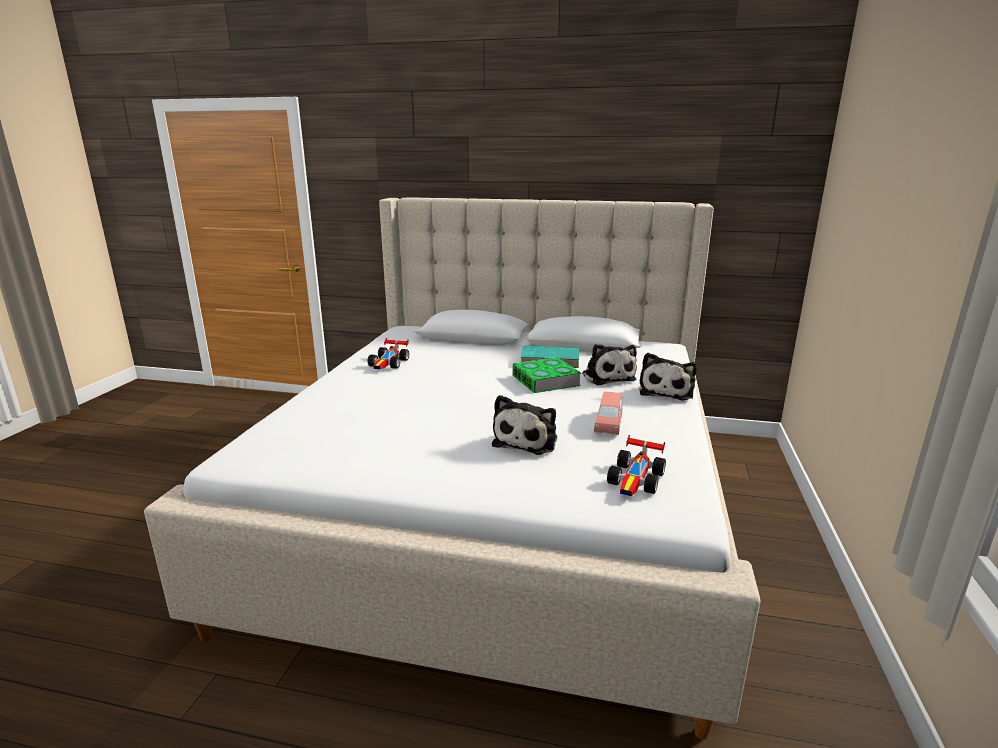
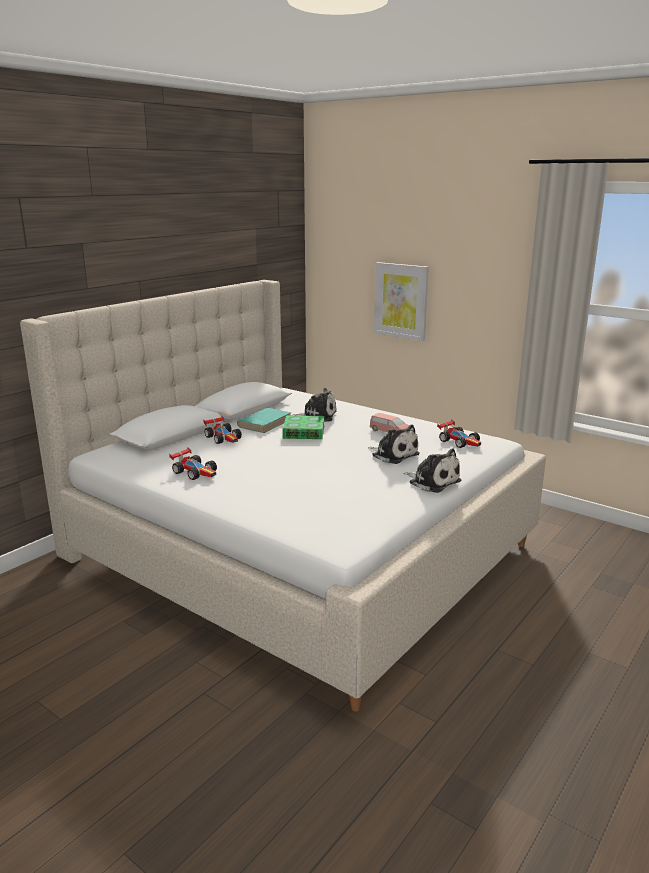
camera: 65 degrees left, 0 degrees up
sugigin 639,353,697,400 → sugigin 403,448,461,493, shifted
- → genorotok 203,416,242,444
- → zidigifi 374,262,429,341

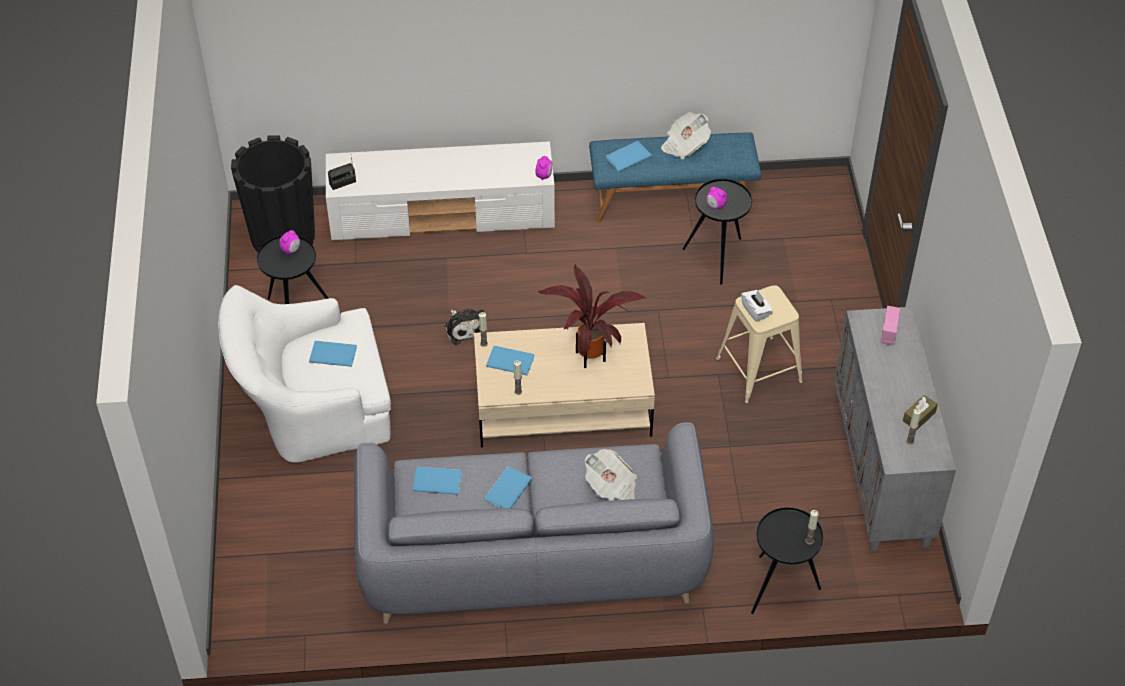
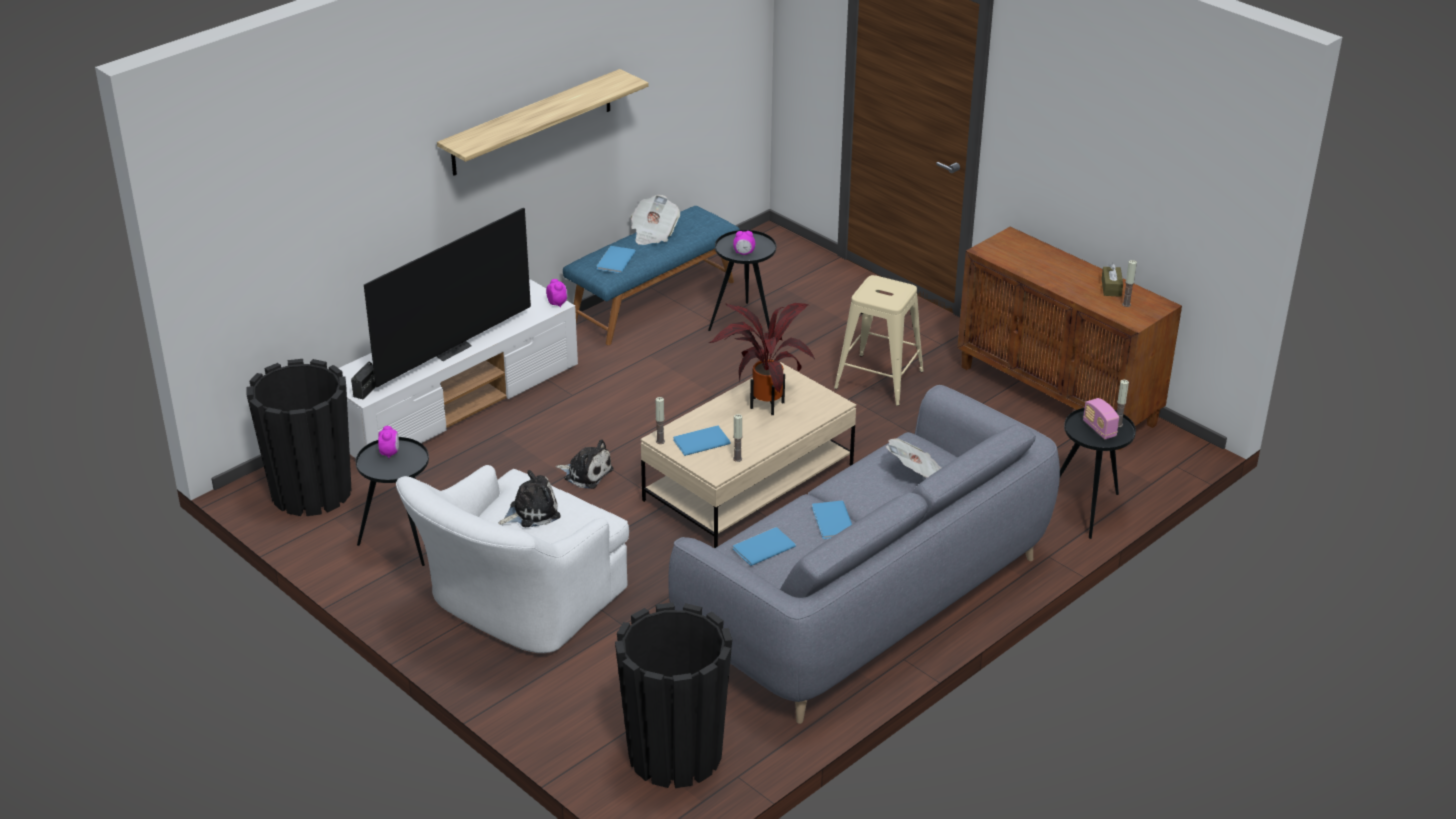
camera: 40 degrees left, 15 degrees down
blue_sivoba 309,341,357,367 → sugigin 498,470,561,527
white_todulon 741,290,773,322 → -
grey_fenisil 834,307,956,551 → brown_fenisil 957,227,1182,450
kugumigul 881,306,901,345 → kugumigul 1083,398,1119,439, shifted
- → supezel 364,207,531,387
- → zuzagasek 437,69,649,176
- → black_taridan 615,603,732,788

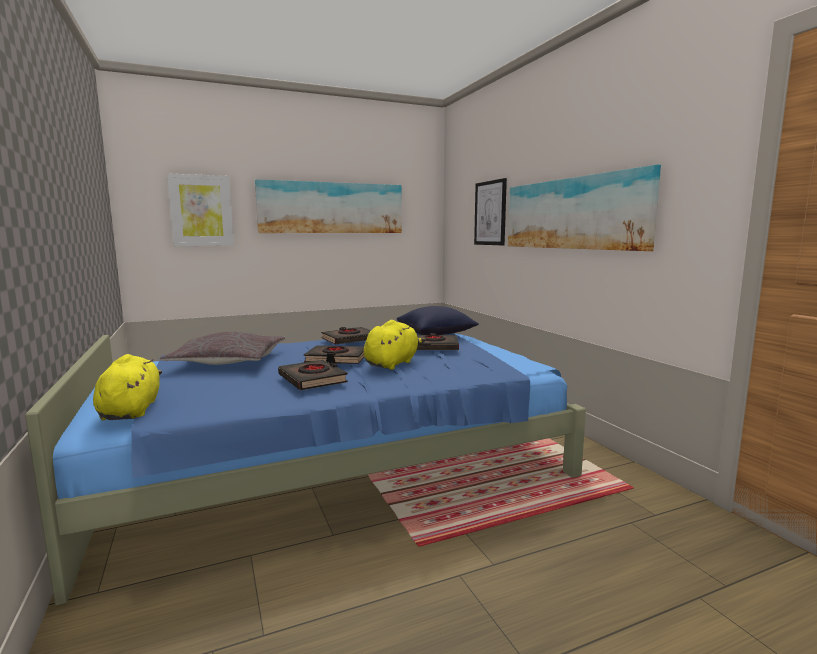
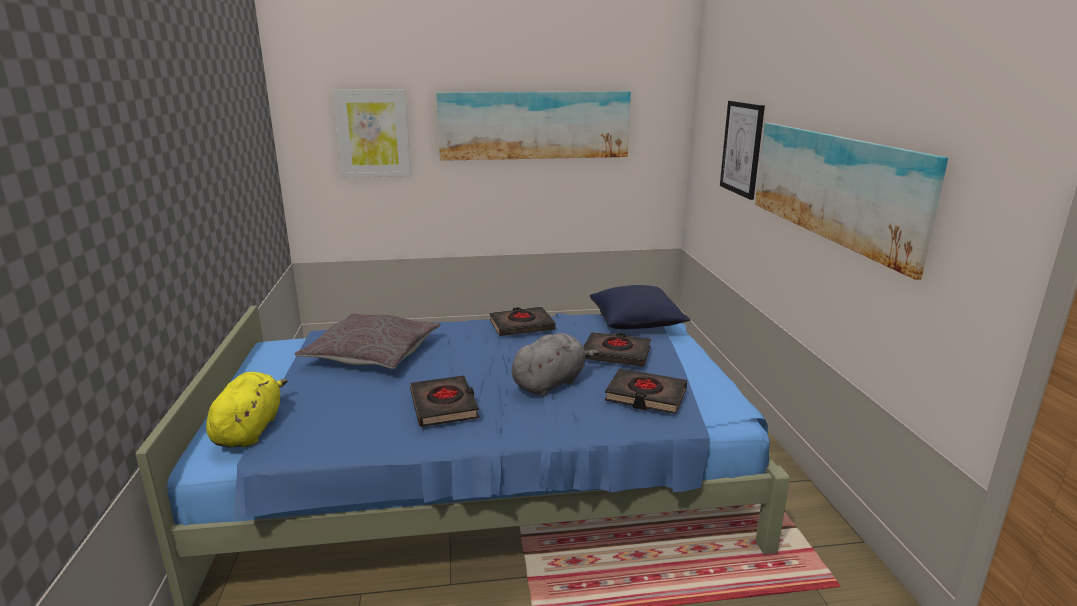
camera: 15 degrees right, 10 degrees up
black_sivoba 304,345,364,364 → black_sivoba 605,368,687,414, shifted
yellow_sugigin 364,320,426,370 → grey_sugigin 512,333,599,397

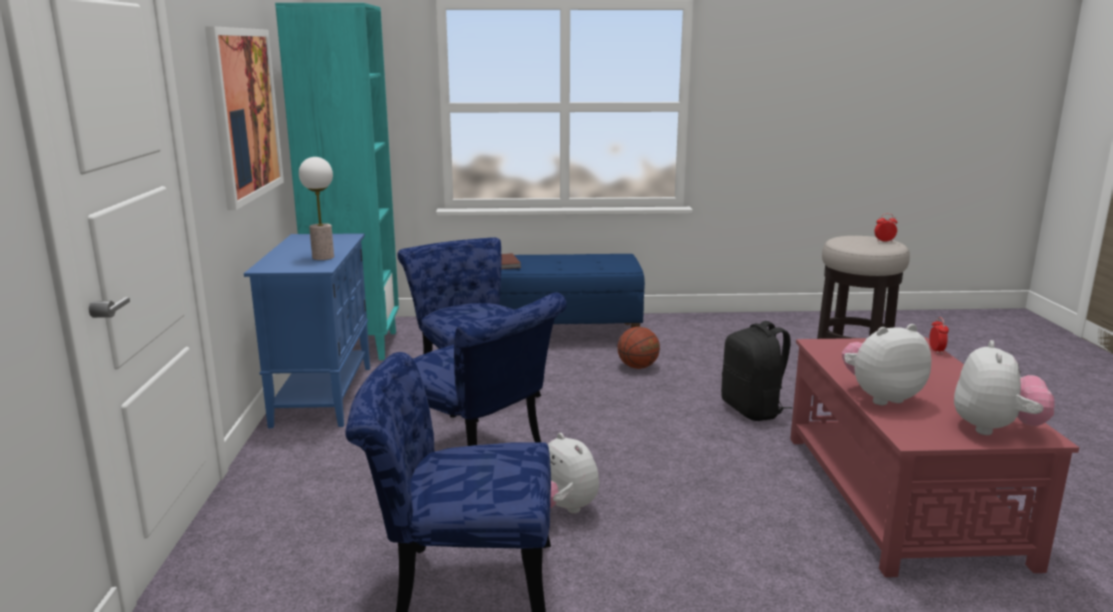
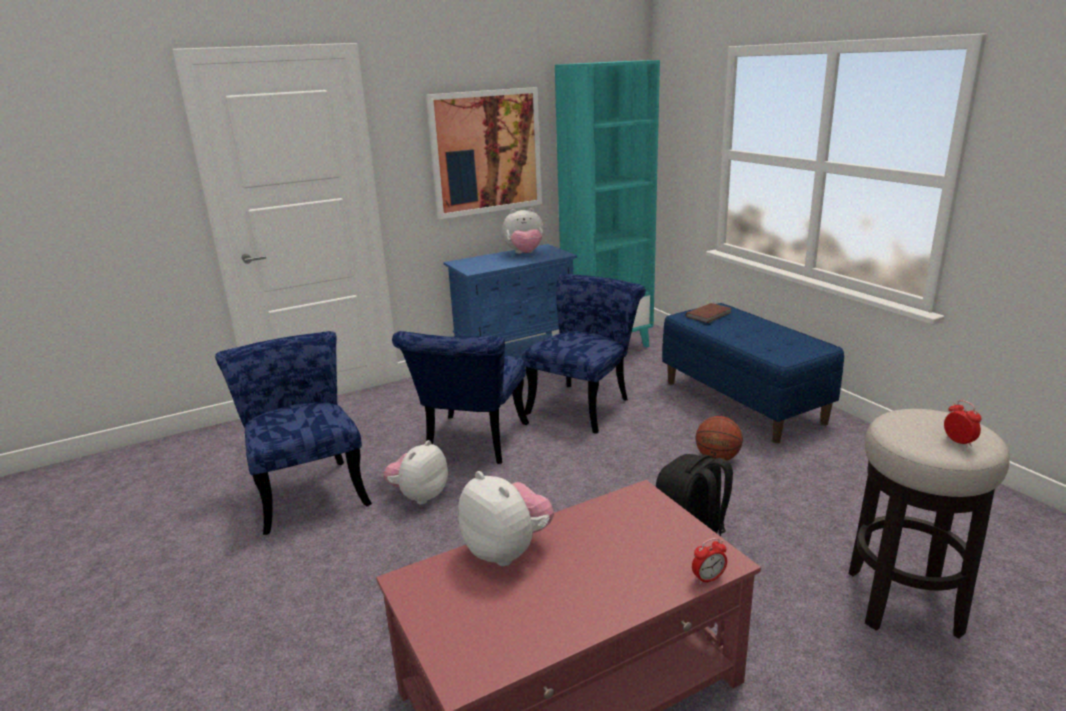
camera: 65 degrees right, 5 degrees up
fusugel 299,157,334,260 → -
sugigin 954,340,1055,435 → sugigin 502,208,544,254, shifted

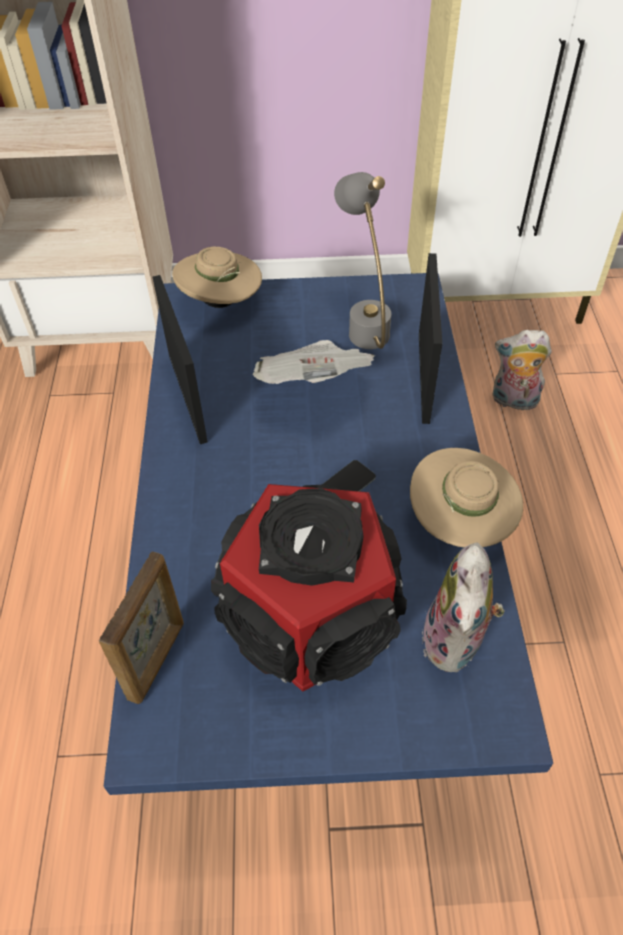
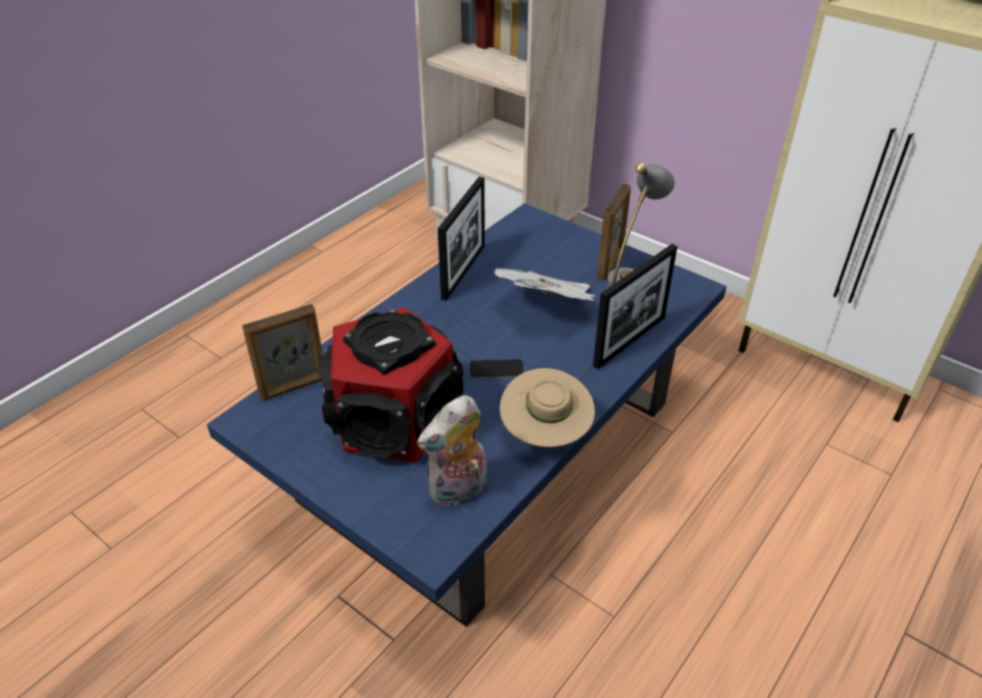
camera: 40 degrees right, 10 degrees down
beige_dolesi 172,247,262,308 → -
sugigin 493,330,552,410 → -
- → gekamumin 597,184,631,280

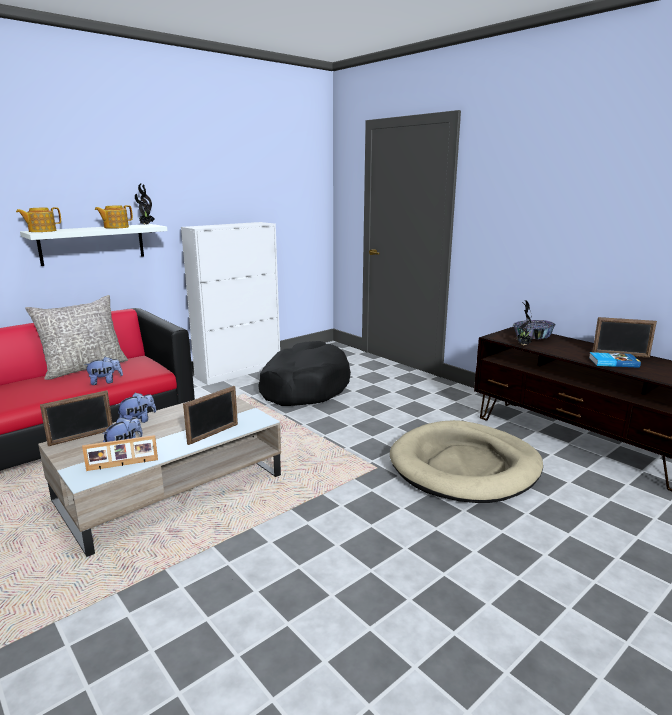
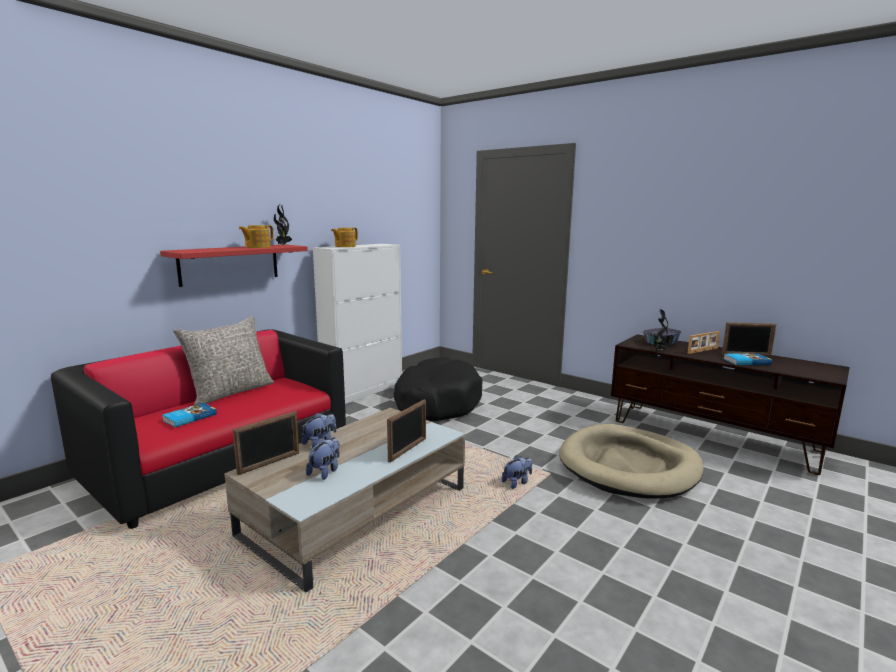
camera: 10 degrees left, 5 degrees down
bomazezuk 16,207,61,232 → bomazezuk 331,228,358,247, shifted
white_zuzagasek 20,224,167,266 → red_zuzagasek 160,245,308,287
gekamumin 82,435,158,471 → gekamumin 688,331,720,354, shifted
sugigin 84,357,123,385 → sugigin 501,455,532,489, shifted
- → sivoba 162,403,217,427

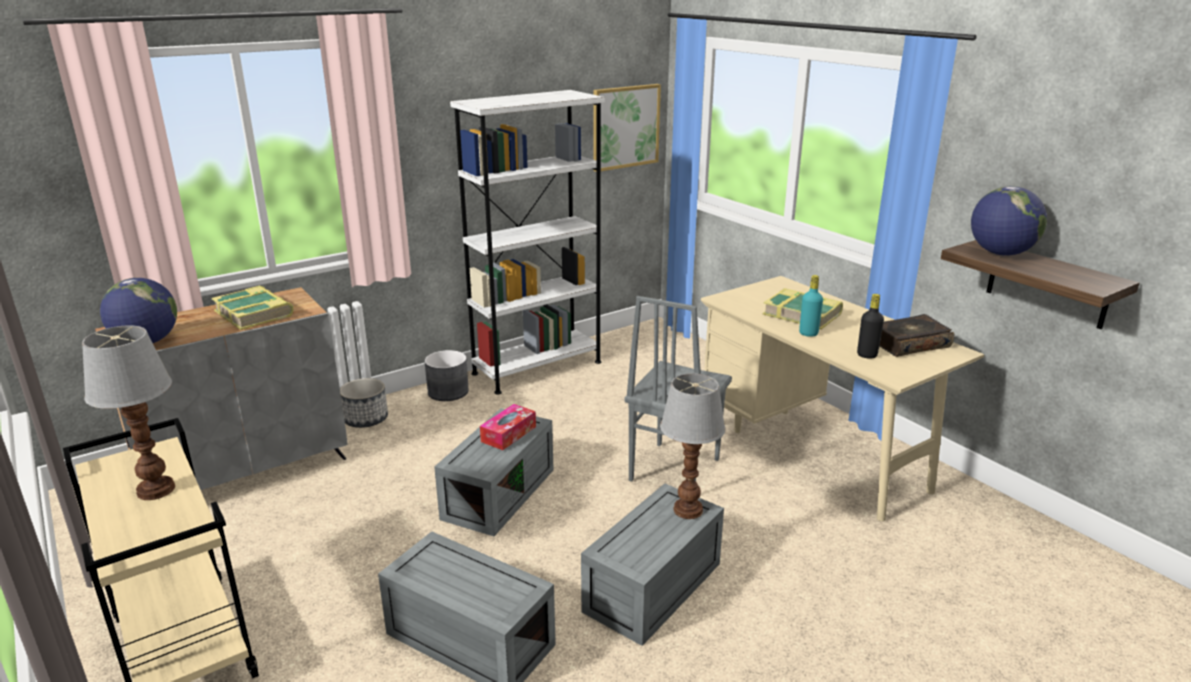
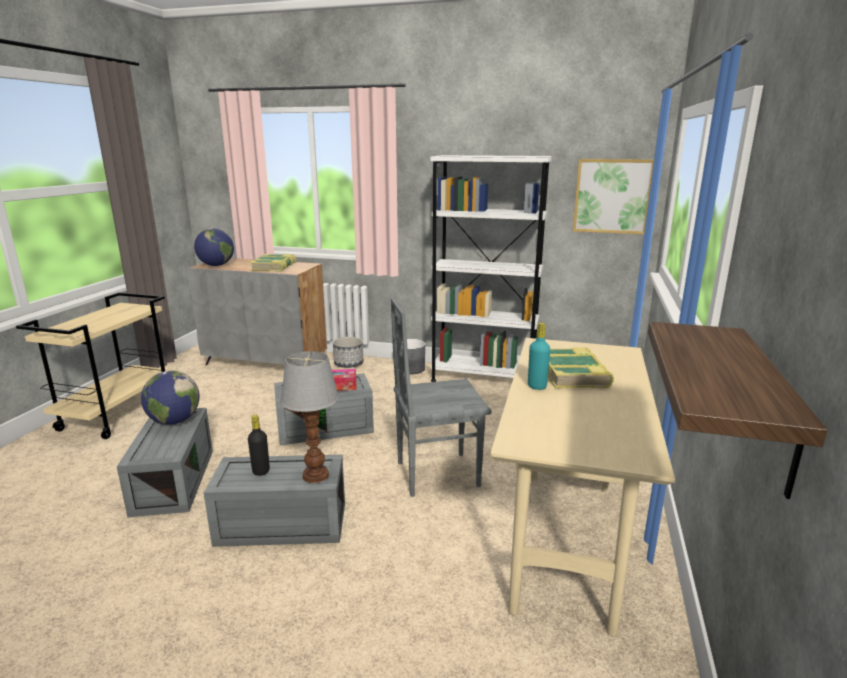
camera: 50 degrees right, 5 degrees down
fusugel 82,325,175,500 → -
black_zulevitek 857,294,884,359 → black_zulevitek 248,415,270,476, shifted
sivoba 879,314,954,357 → -
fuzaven 971,186,1047,256 → fuzaven 141,371,200,425, shifted

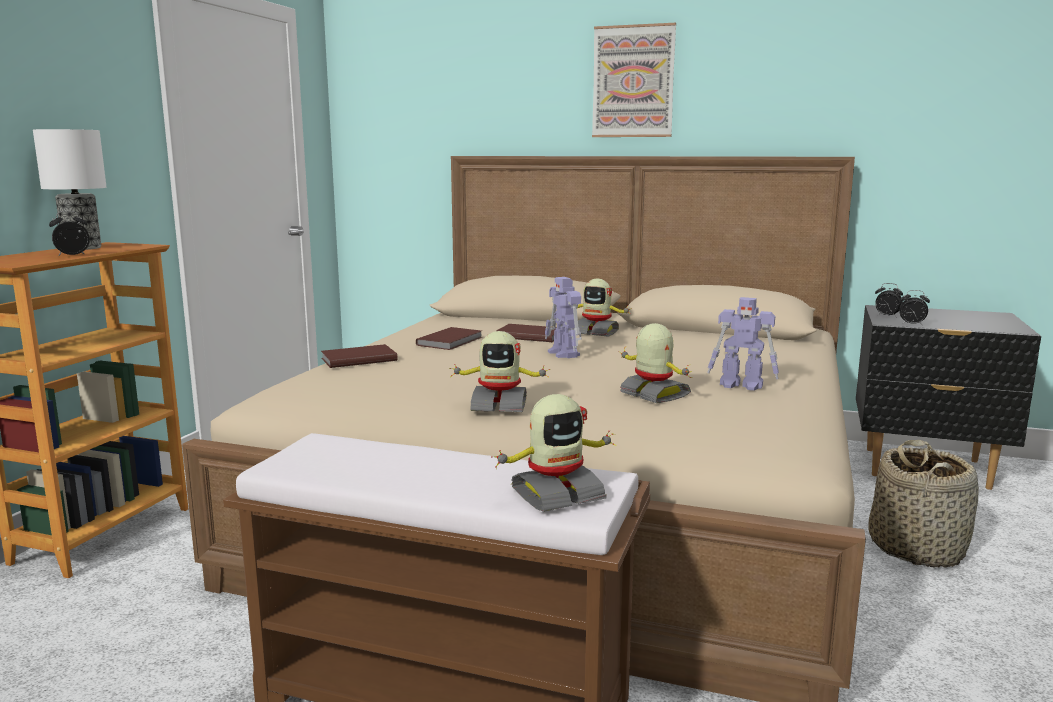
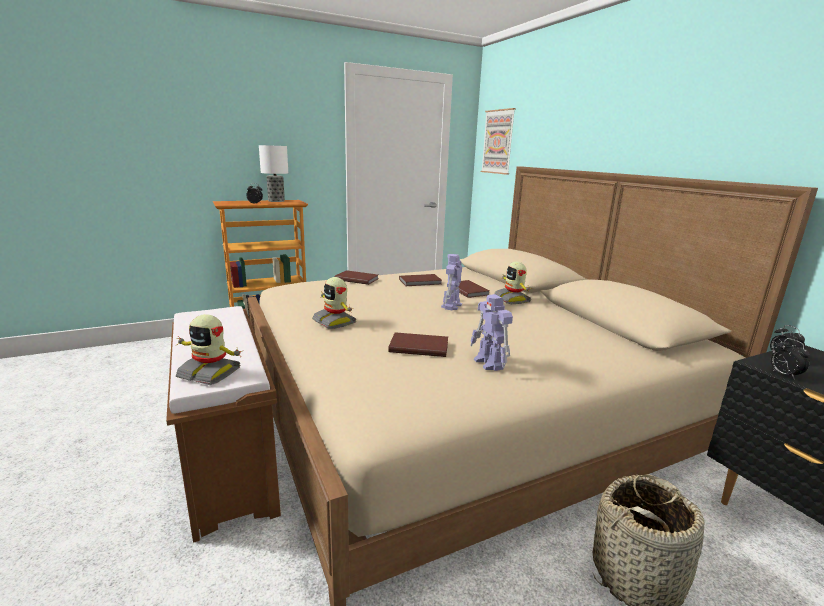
camera: 45 degrees right, 5 degrees up
zidigifi 592,23,676,137 → zidigifi 481,108,516,175, shifted
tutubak 618,323,692,403 → brown_sivoba 388,332,448,357

